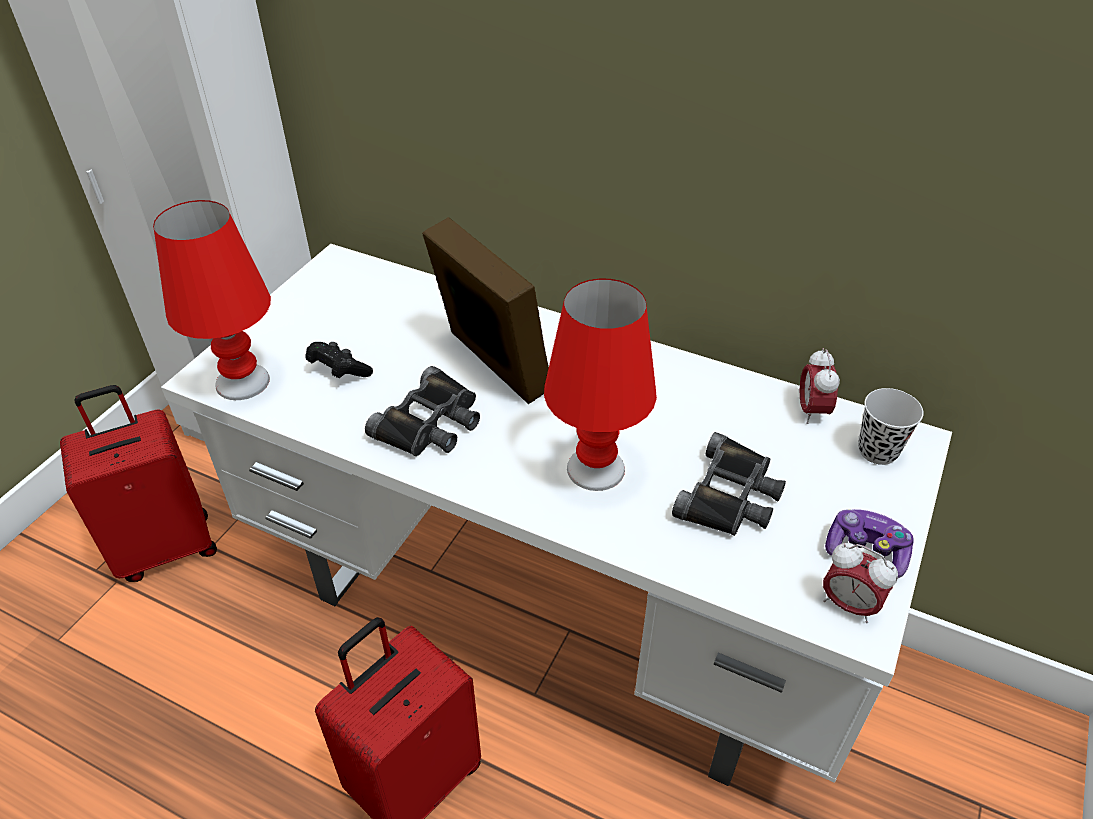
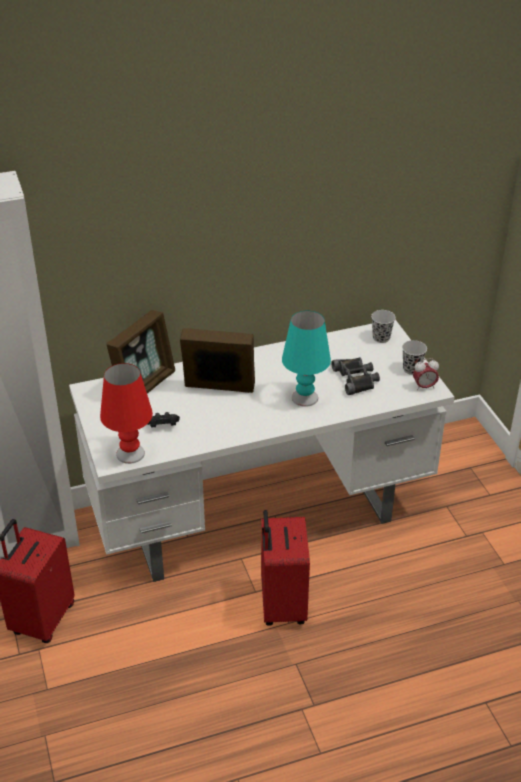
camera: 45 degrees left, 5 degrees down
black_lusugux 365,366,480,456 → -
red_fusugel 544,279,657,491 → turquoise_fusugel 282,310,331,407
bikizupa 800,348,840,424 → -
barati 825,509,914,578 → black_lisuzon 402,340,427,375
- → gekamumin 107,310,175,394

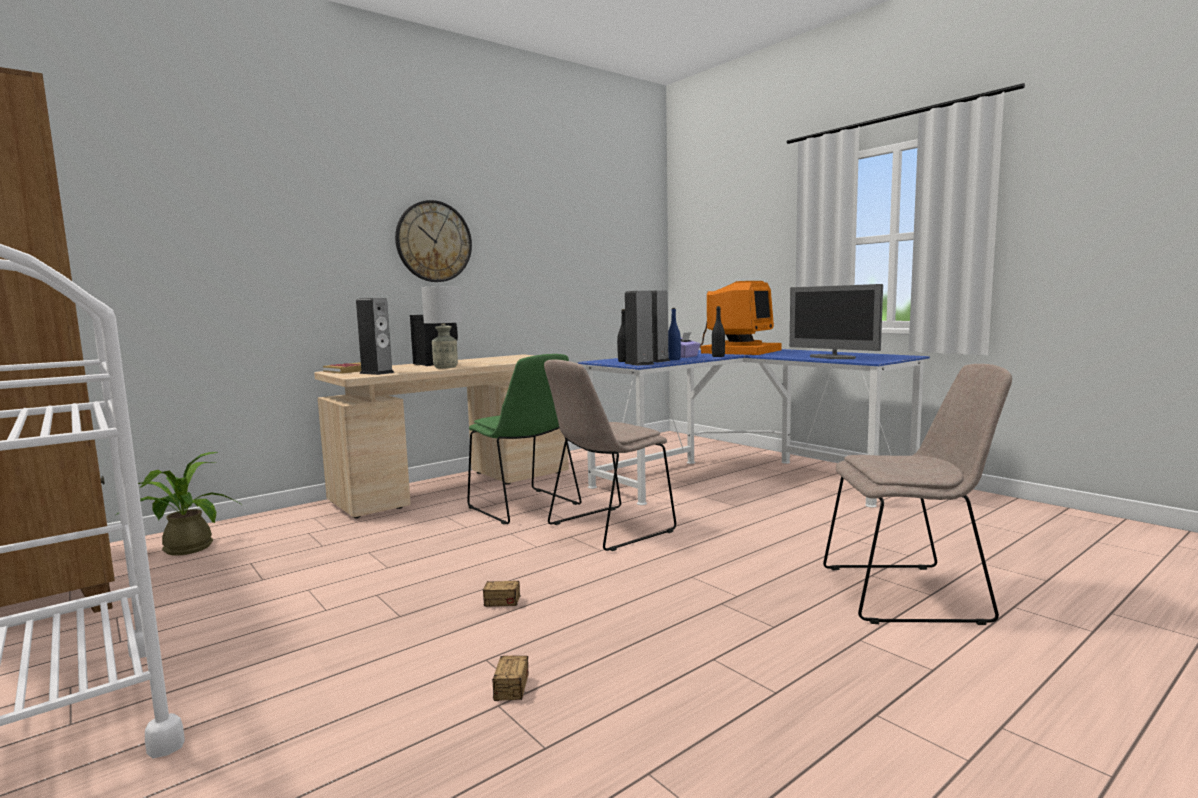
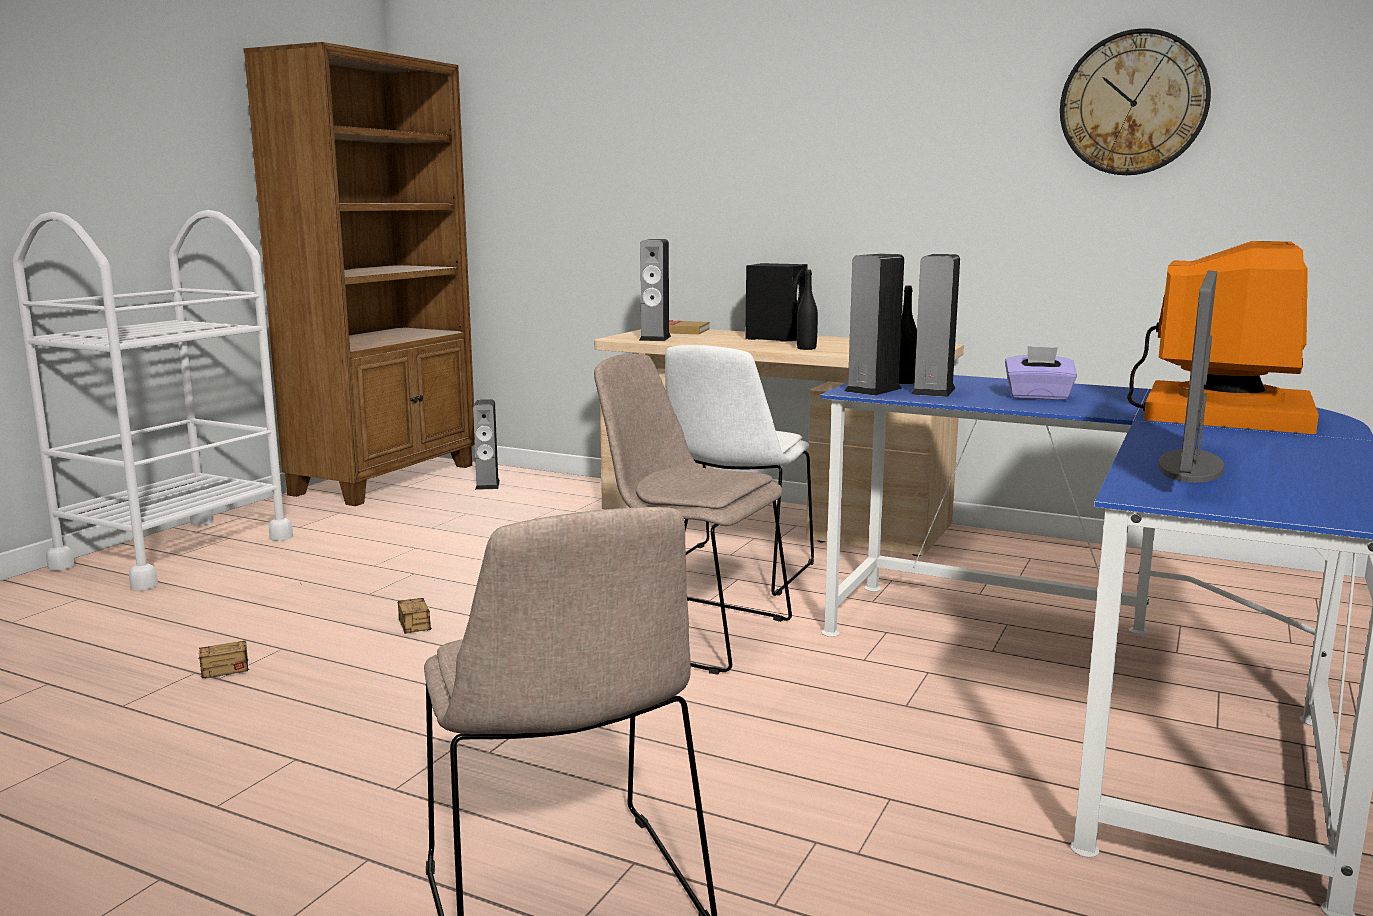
camera: 65 degrees right, 5 degrees up
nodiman 116,452,241,556 → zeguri 473,399,500,490
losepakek 395,200,472,282 → losepakek 1060,29,1211,175, shifted
grey_fusugel 422,286,462,369 → -
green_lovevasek 467,354,581,525 → white_lovevasek 665,345,814,596
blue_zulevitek 668,308,681,360 → -
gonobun 700,281,782,355 → gonobun 1127,241,1319,434, 75 degrees counterclockwise
black_zulevitek 712,306,725,357 → black_zulevitek 797,270,818,350, shifted

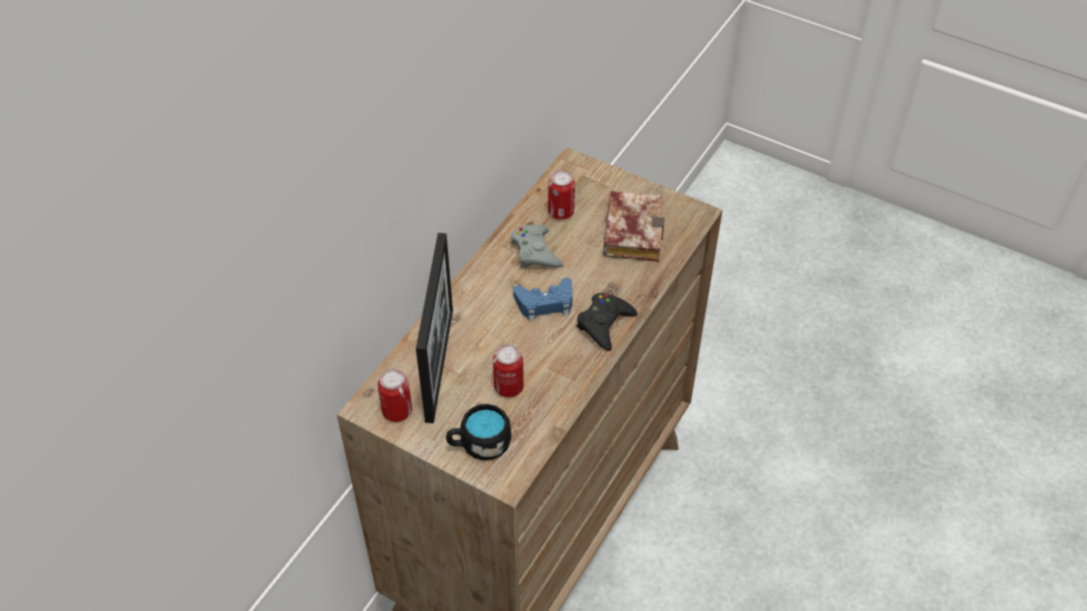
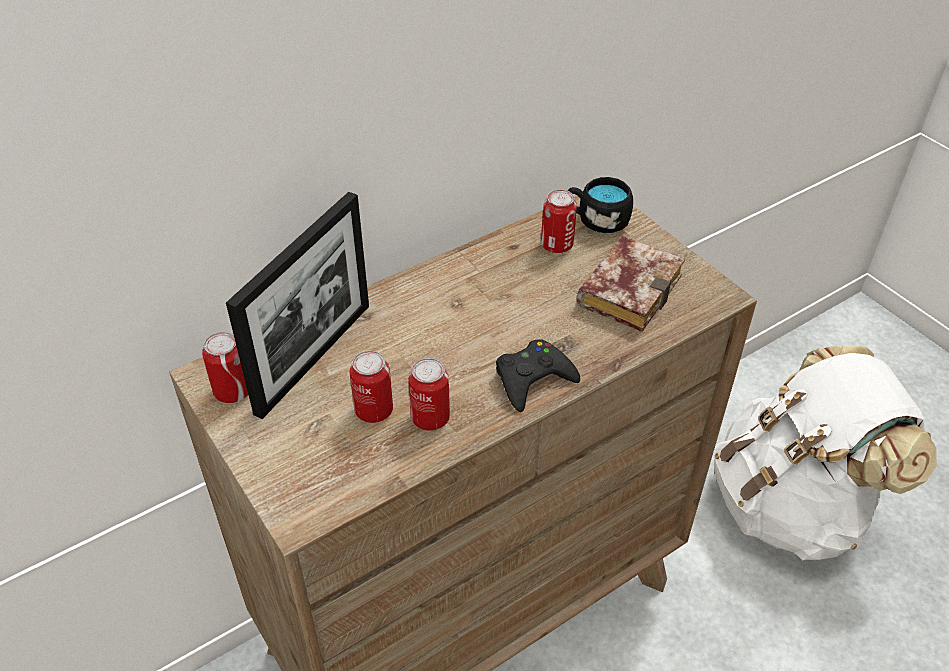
camera: 25 degrees right, 5 degrees down
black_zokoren 446,404,511,460 → black_zokoren 567,177,633,233, shifted
grey_barati 511,225,563,268 → -
blue_barati 513,278,573,321 → -
- → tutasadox 408,358,450,430
- → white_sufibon 714,345,937,560

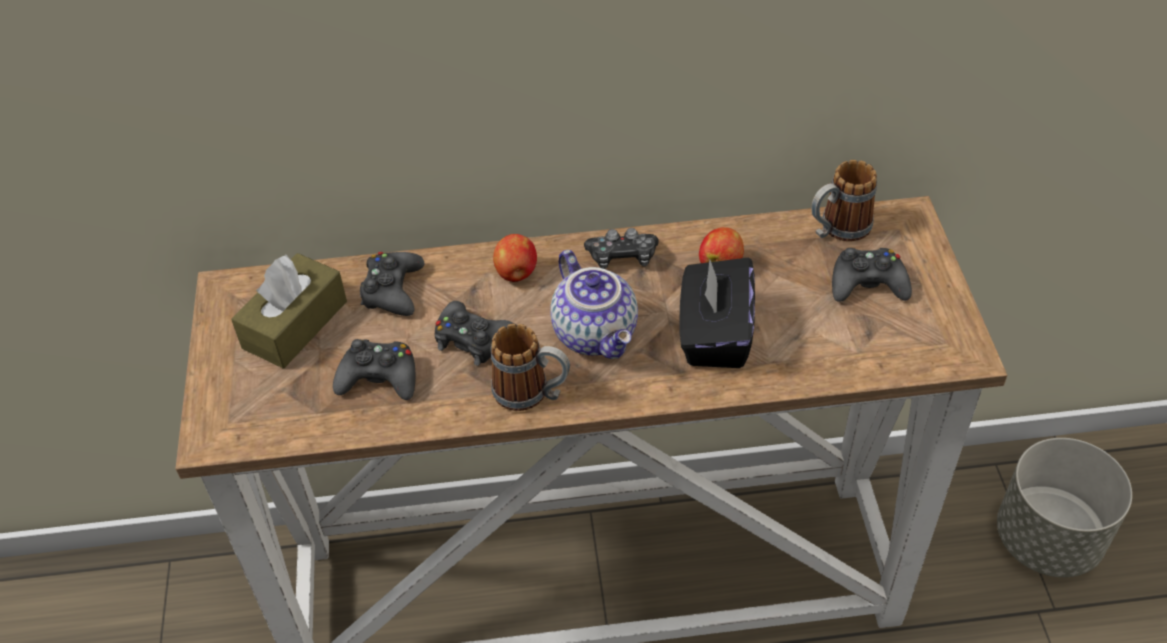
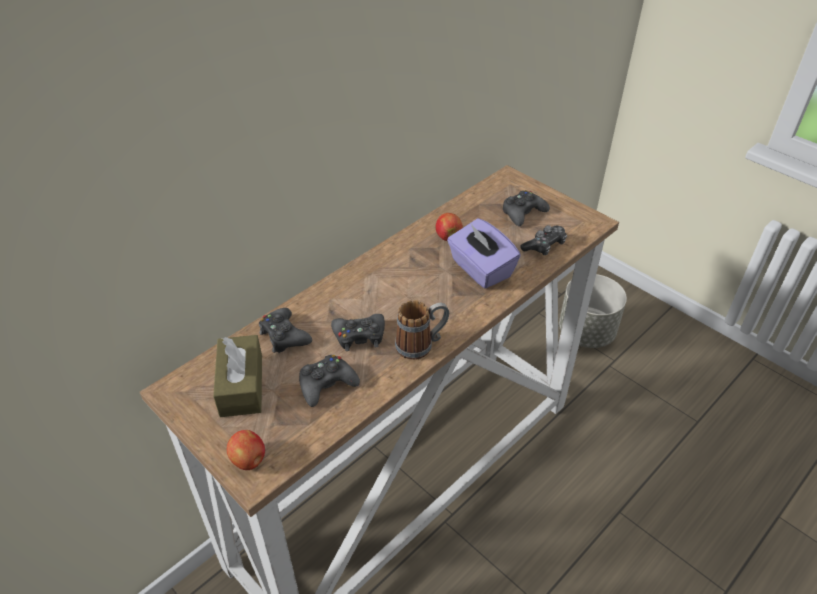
camera: 40 degrees left, 5 degrees down
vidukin 493,234,537,282 → vidukin 227,430,265,470, shifted
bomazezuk 550,250,638,359 → -
barati 584,228,659,269 → barati 520,225,567,255, shifted
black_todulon 680,257,755,368 → purple_todulon 447,218,521,289
zokoren 811,160,877,242 → -

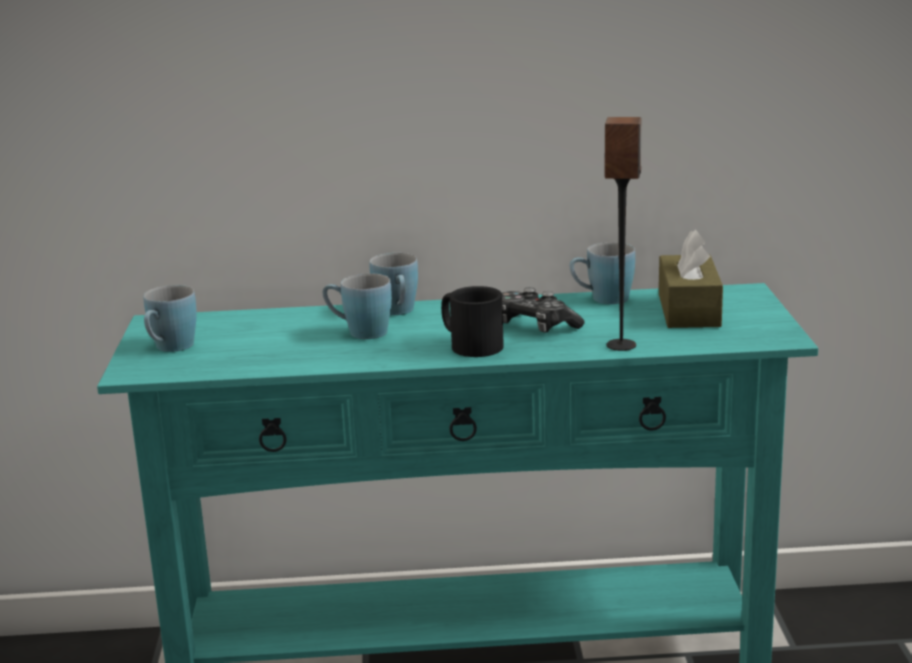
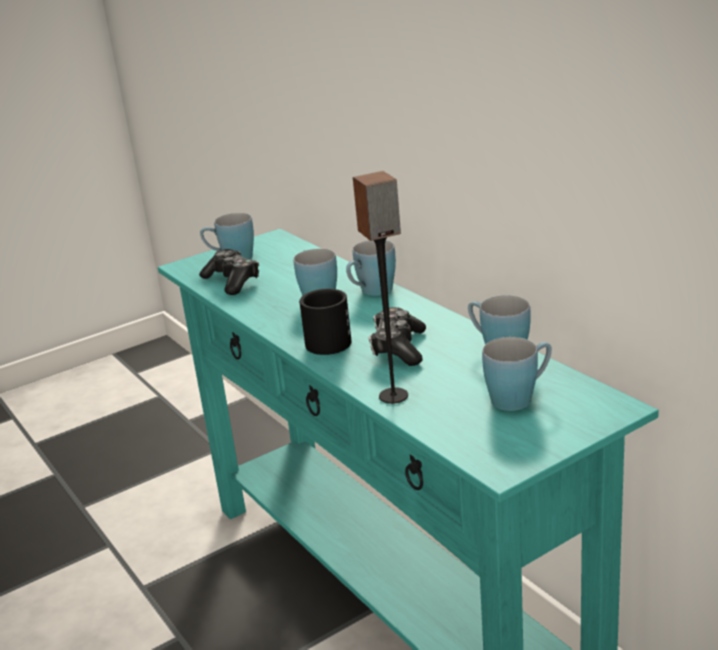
camera: 60 degrees right, 5 degrees up
brown_todulon 659,230,723,328 → blue_zokoren 482,337,552,411
- → barati 199,249,259,295

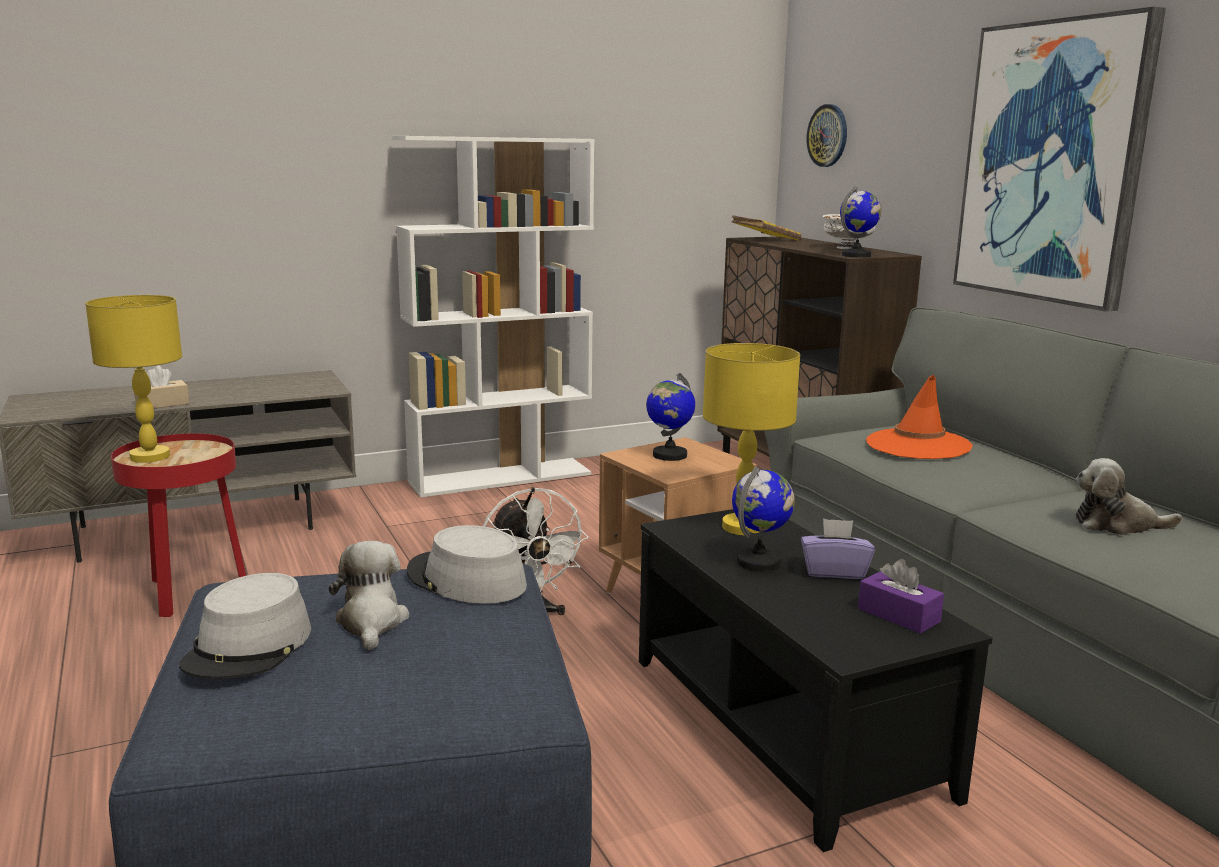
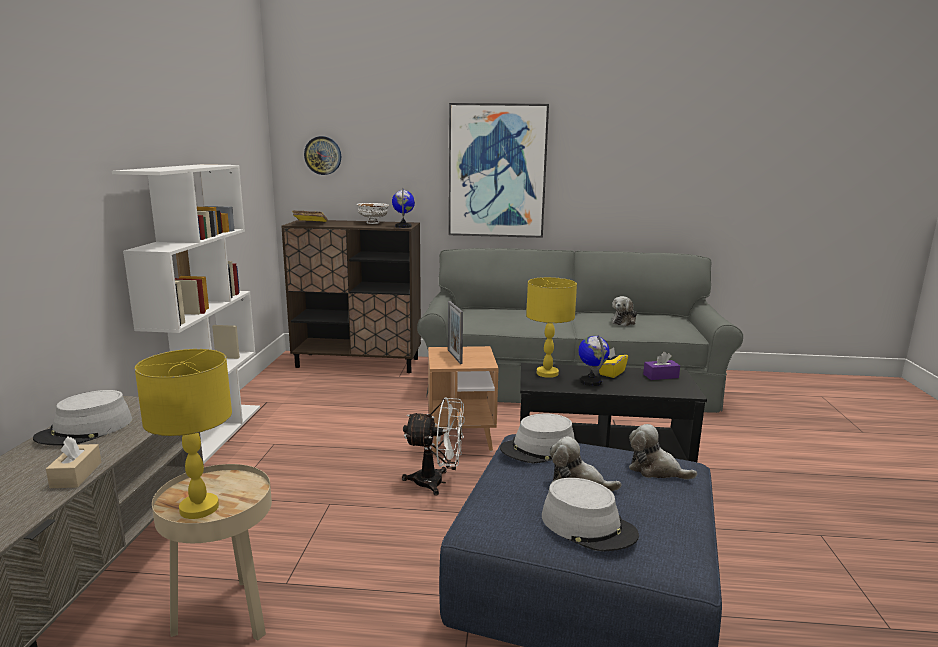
camera: 60 degrees left, 0 degrees up
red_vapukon 111,433,246,617 → beige_vapukon 152,464,272,641
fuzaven 646,373,695,461 → gekamumin 448,301,463,364
purple_todulon 801,518,875,579 → yellow_todulon 599,348,628,378
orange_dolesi 866,375,973,459 → -
- → grey_dolesi 33,390,132,446
- → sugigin 629,424,697,480

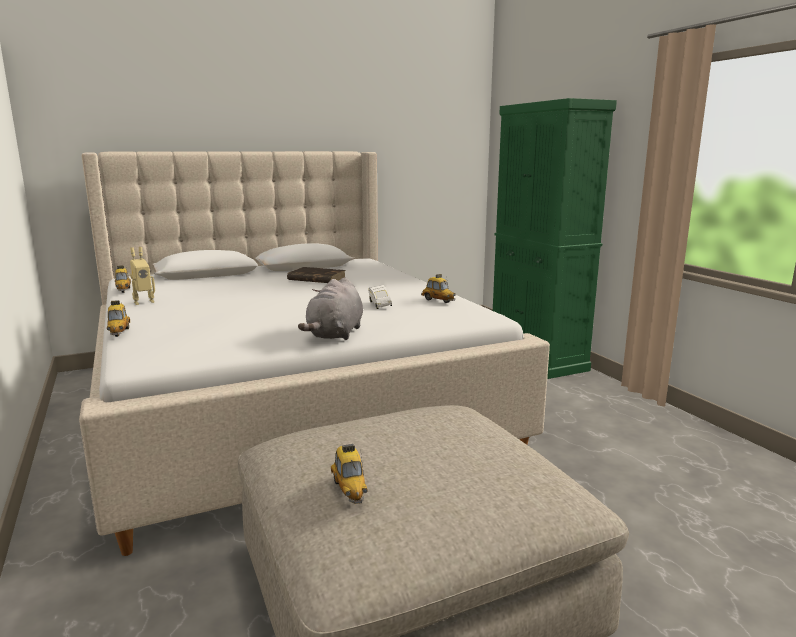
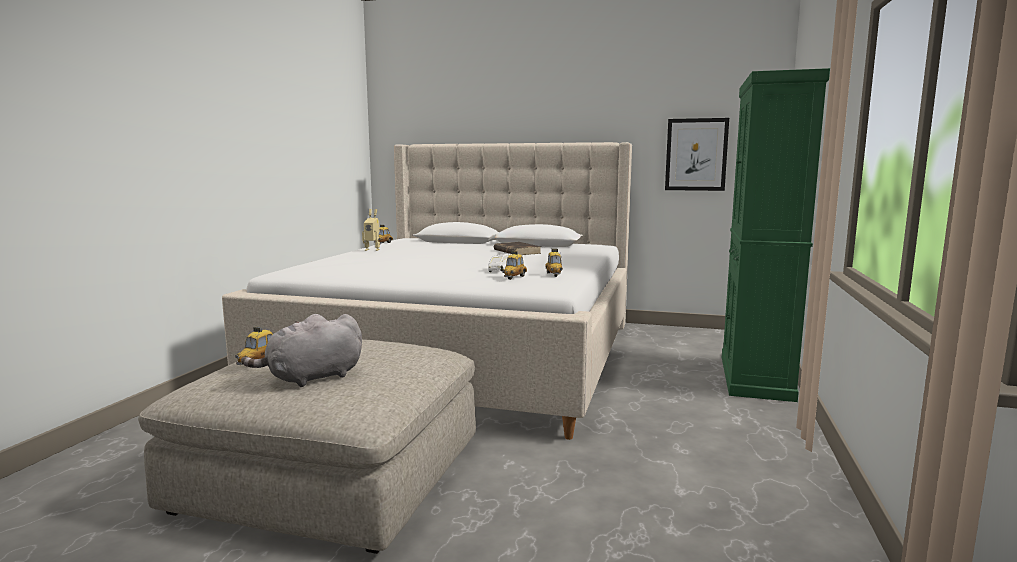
camera: 40 degrees right, 5 degrees down
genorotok 107,300,130,337 → genorotok 502,251,527,280, shifted
grey_sugigin 298,277,363,340 → grey_sugigin 241,314,362,387, shifted
- → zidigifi 665,118,729,191

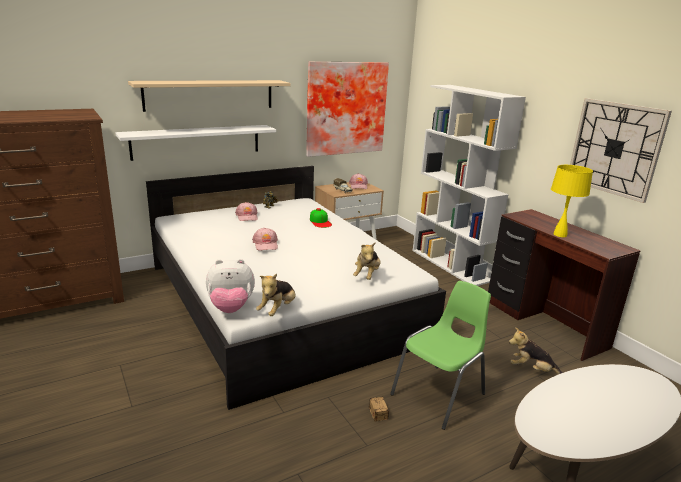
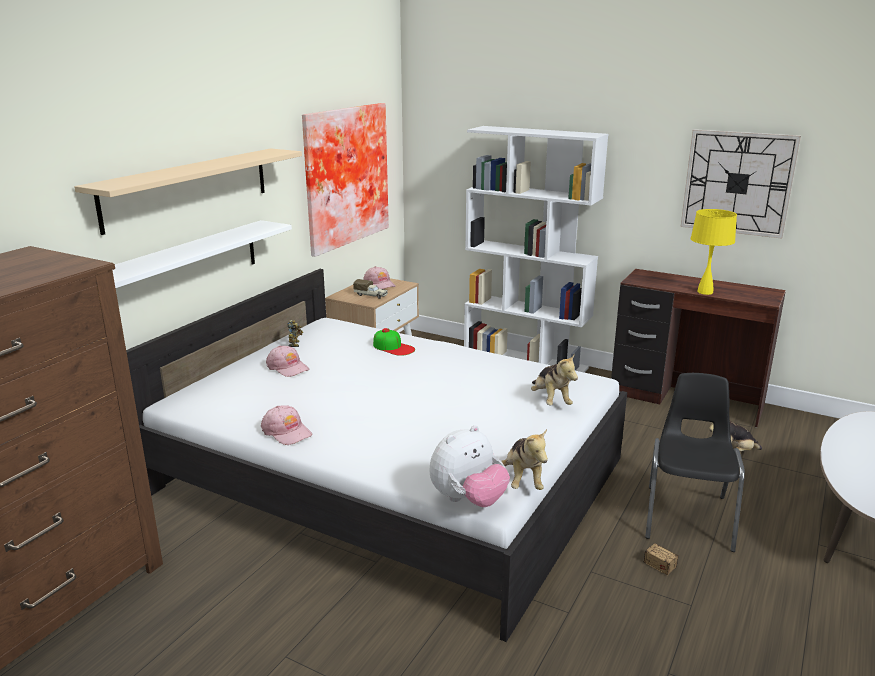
camera: 30 degrees left, 0 degrees up
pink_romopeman 252,228,278,251 → pink_romopeman 261,405,312,445, shifted
green_lovevasek 390,281,491,430 → black_lovevasek 645,373,745,552

